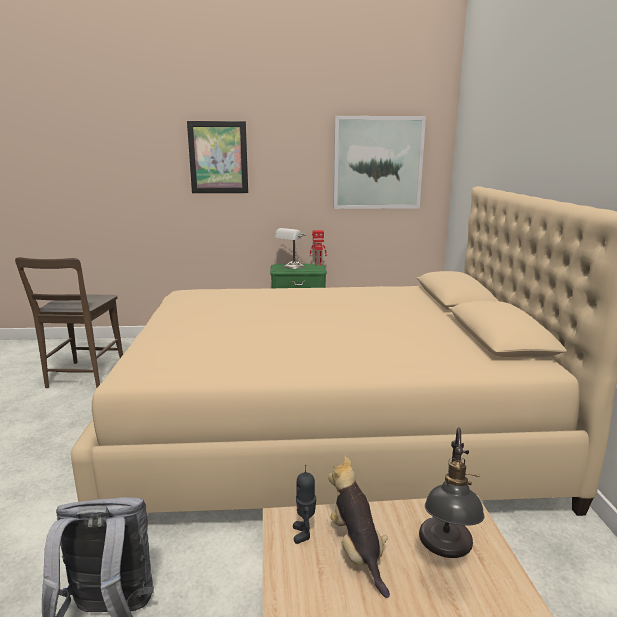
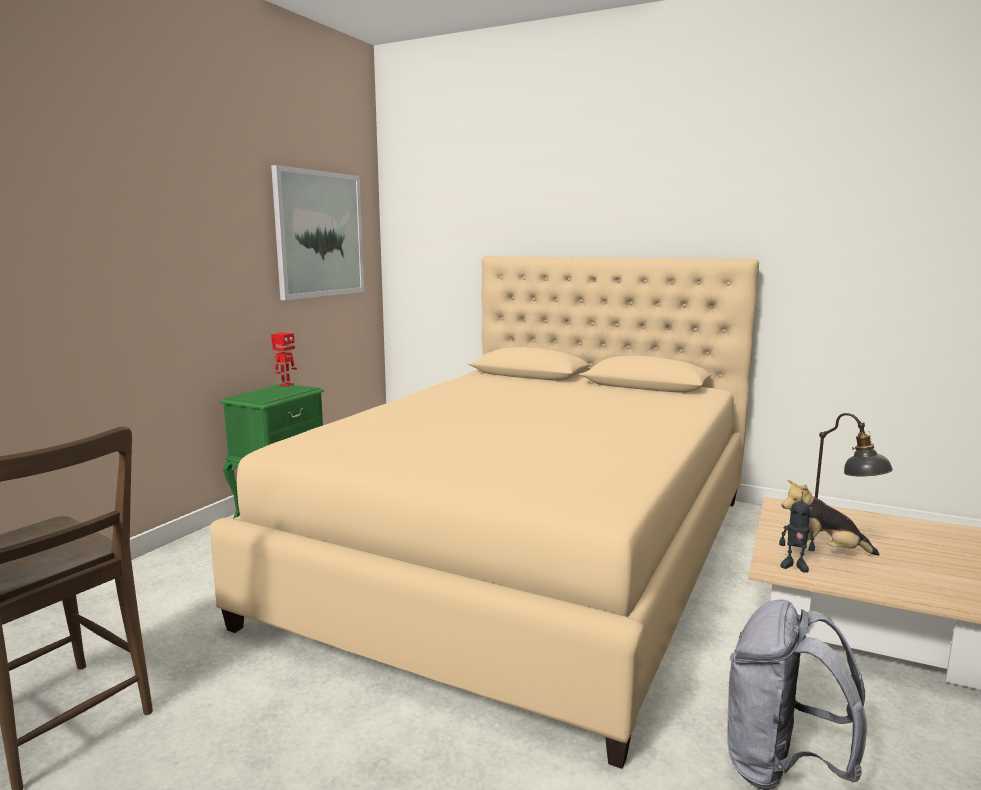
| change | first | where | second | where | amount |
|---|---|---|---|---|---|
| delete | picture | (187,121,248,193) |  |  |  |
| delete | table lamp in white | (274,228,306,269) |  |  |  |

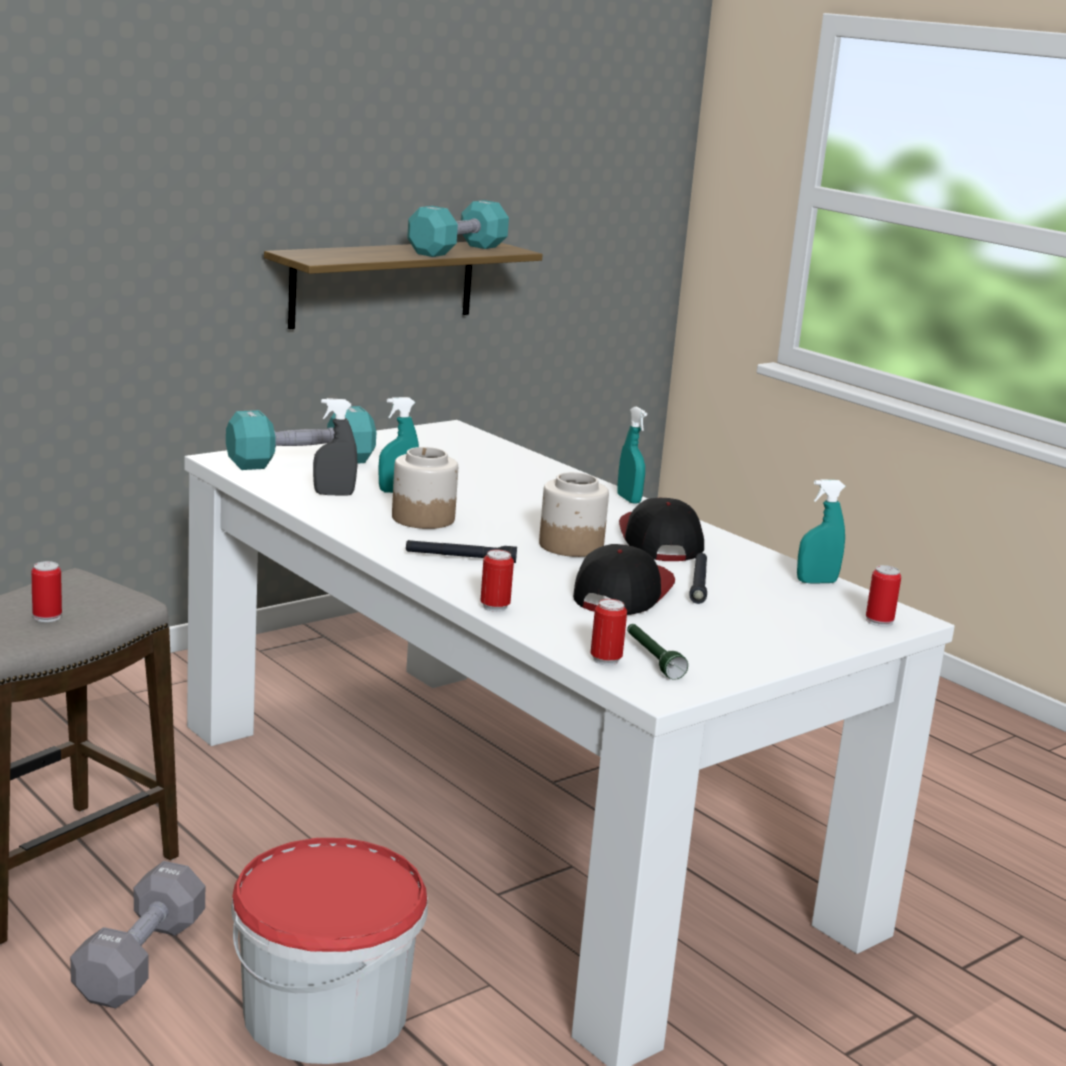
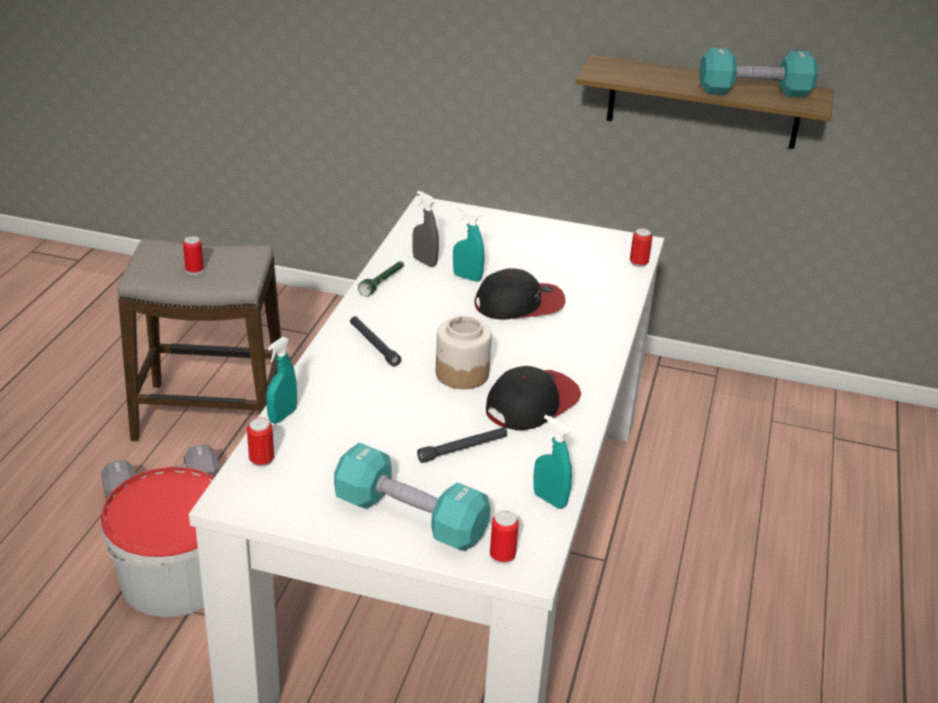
| change | first | where | second | where | amount |
|---|---|---|---|---|---|
| move | spray bottle in turquoise | (617,407,647,504) |  | (266,337,297,423) |  |
| move | dumbbell in turquoise | (226,406,376,470) |  | (334,443,490,551) |  |
| move | flashlight in green | (627,624,688,680) |  | (358,261,404,297) |  |
| move | cap | (573,544,675,615) |  | (475,269,566,320) |  |
| move | can | (480,550,514,612) |  | (630,228,653,267) |  |
| delete | jar | (392,447,458,529) |  |  |  |

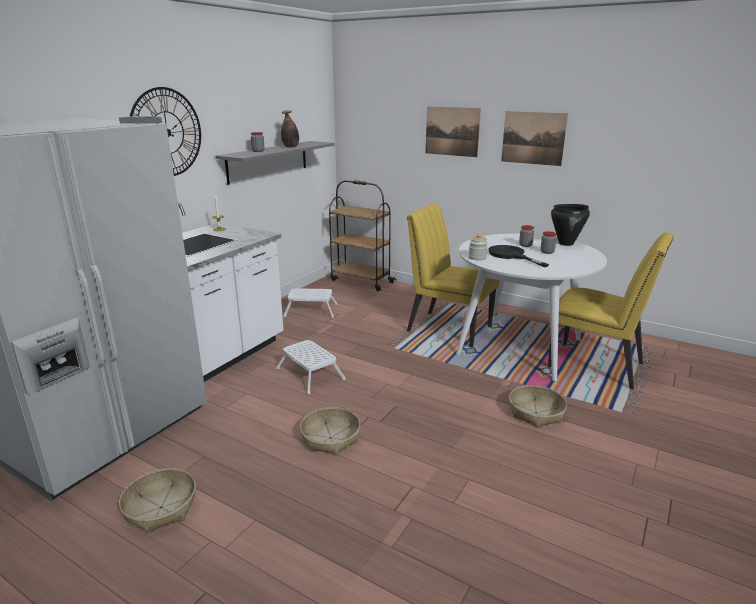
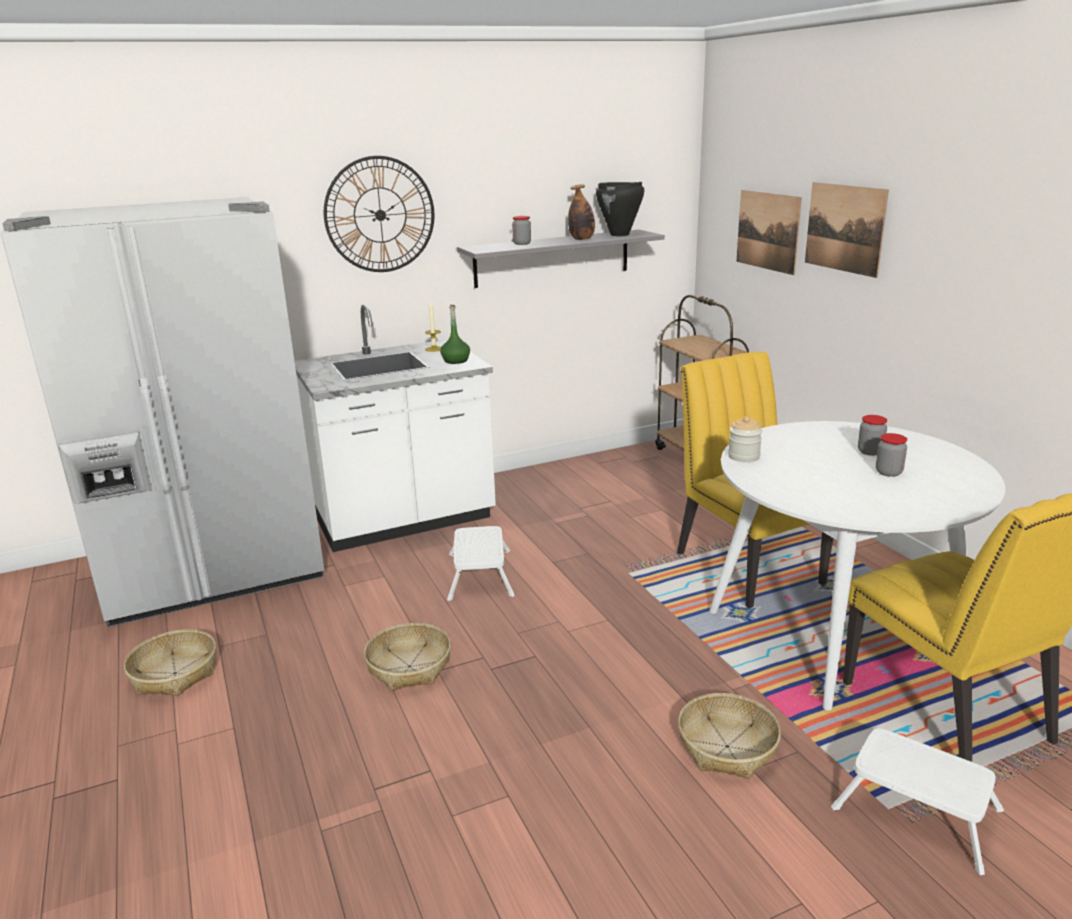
| change | first | where | second | where | amount |
|---|---|---|---|---|---|
| insert |  |  | bottle in green | (440,304,470,364) |  |
| move | cooking pot in black | (551,204,590,246) |  | (596,182,644,236) |  |
| move | picture | (501,111,568,166) |  | (736,190,802,275) |  |
| move | step ladder in white | (283,288,337,318) |  | (831,728,1004,875) |  |
| delete | frying pan in black | (488,245,549,267) |  |  |  |

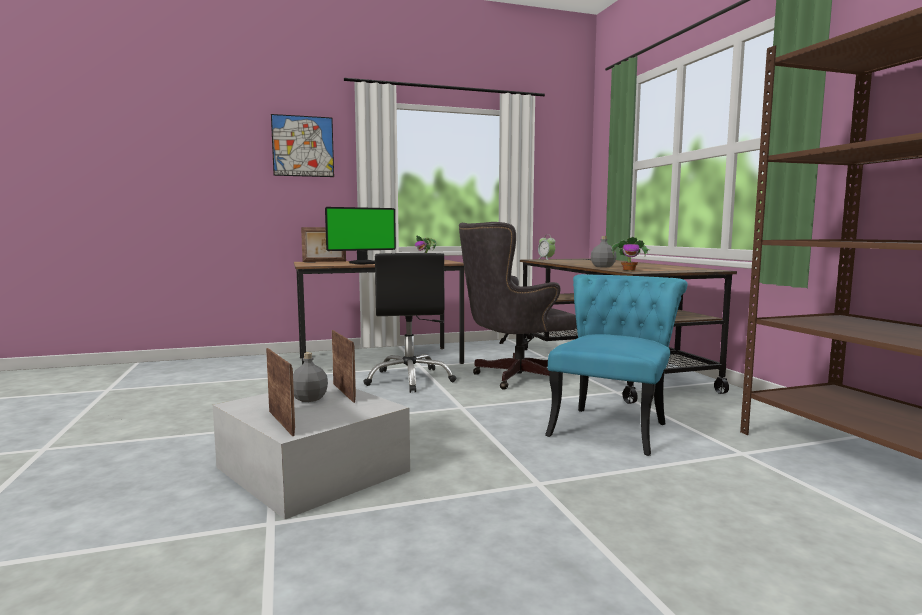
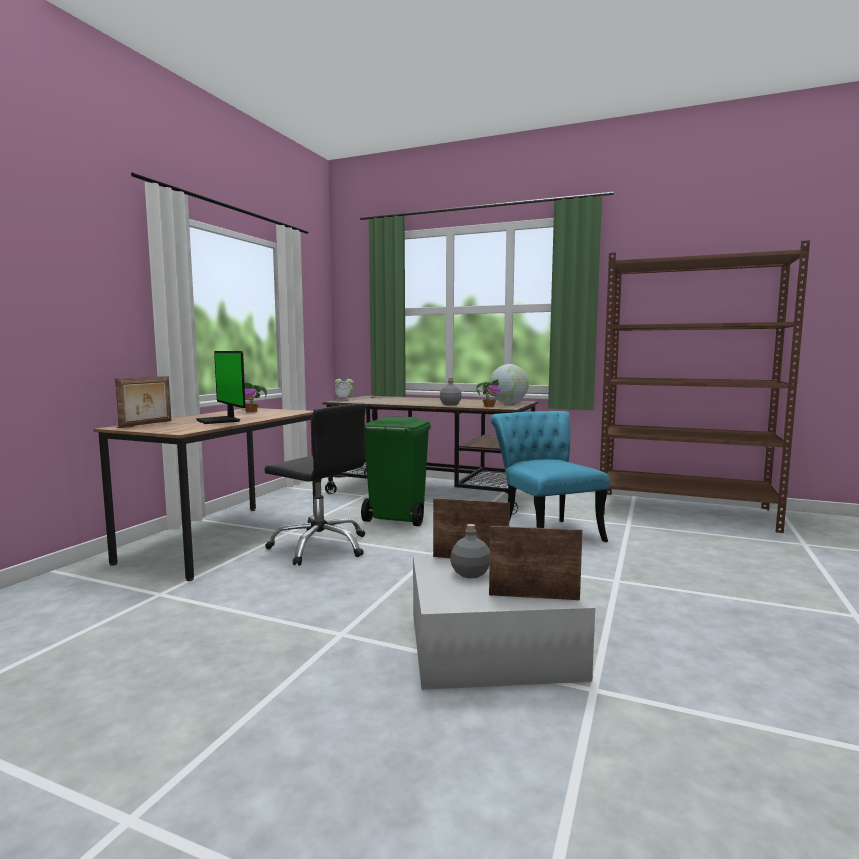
| change | first | where | second | where | amount |
|---|---|---|---|---|---|
| rotate | monitor | (325,207,396,265) |  | (196,351,246,424) | 135 degrees clockwise |
| replace | office chair in grey | (459,222,577,390) | trash can in green | (361,416,431,526) |  |
| insert |  |  | globe | (490,364,529,403) |  |
| delete | picture | (271,114,334,177) |  |  |  |

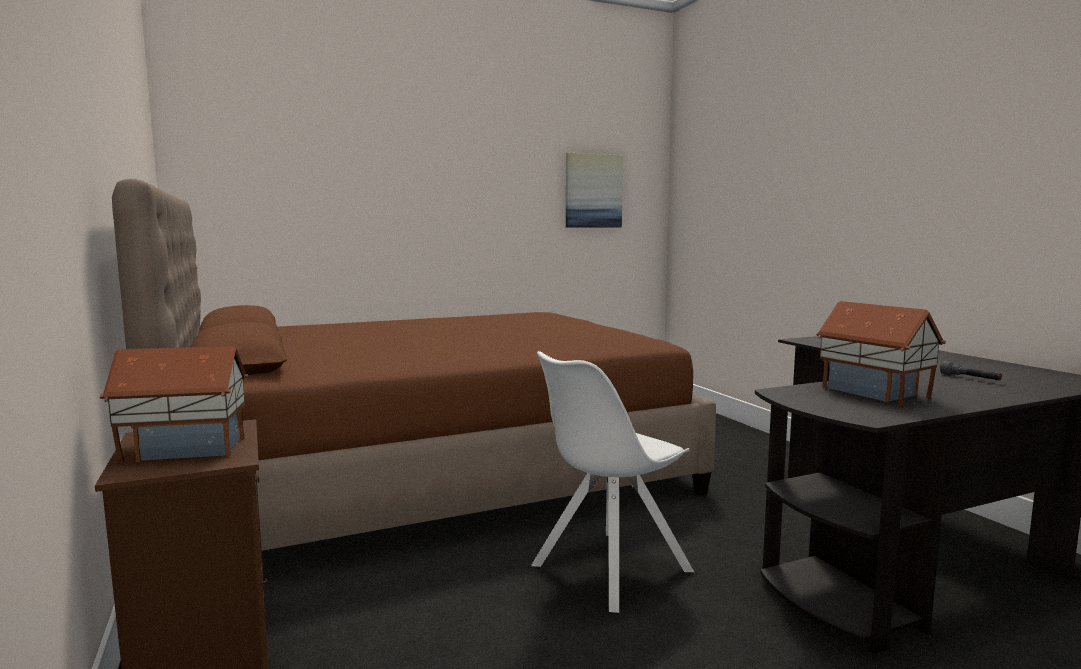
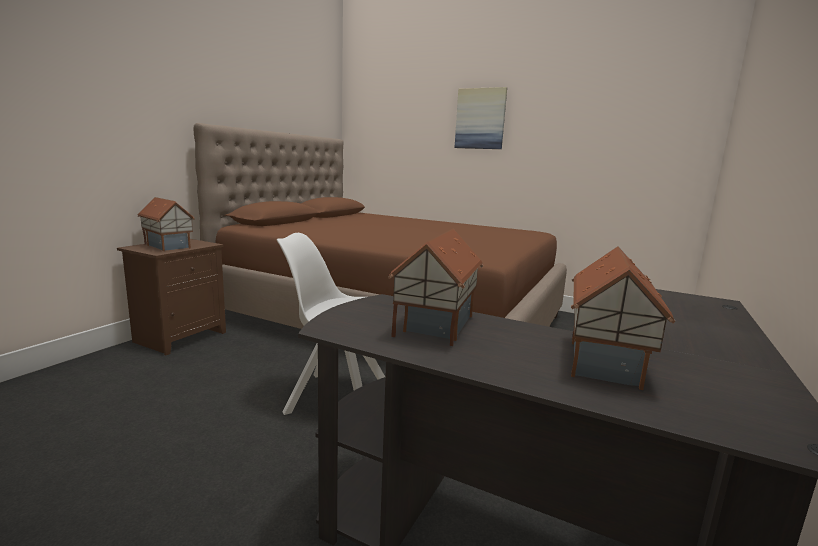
| change | first | where | second | where | amount |
|---|---|---|---|---|---|
| move | picture | (566,153,623,228) |  | (454,87,507,149) |  |
| replace | flashlight in grey | (940,361,1002,380) | toy house | (571,246,675,390) |  |

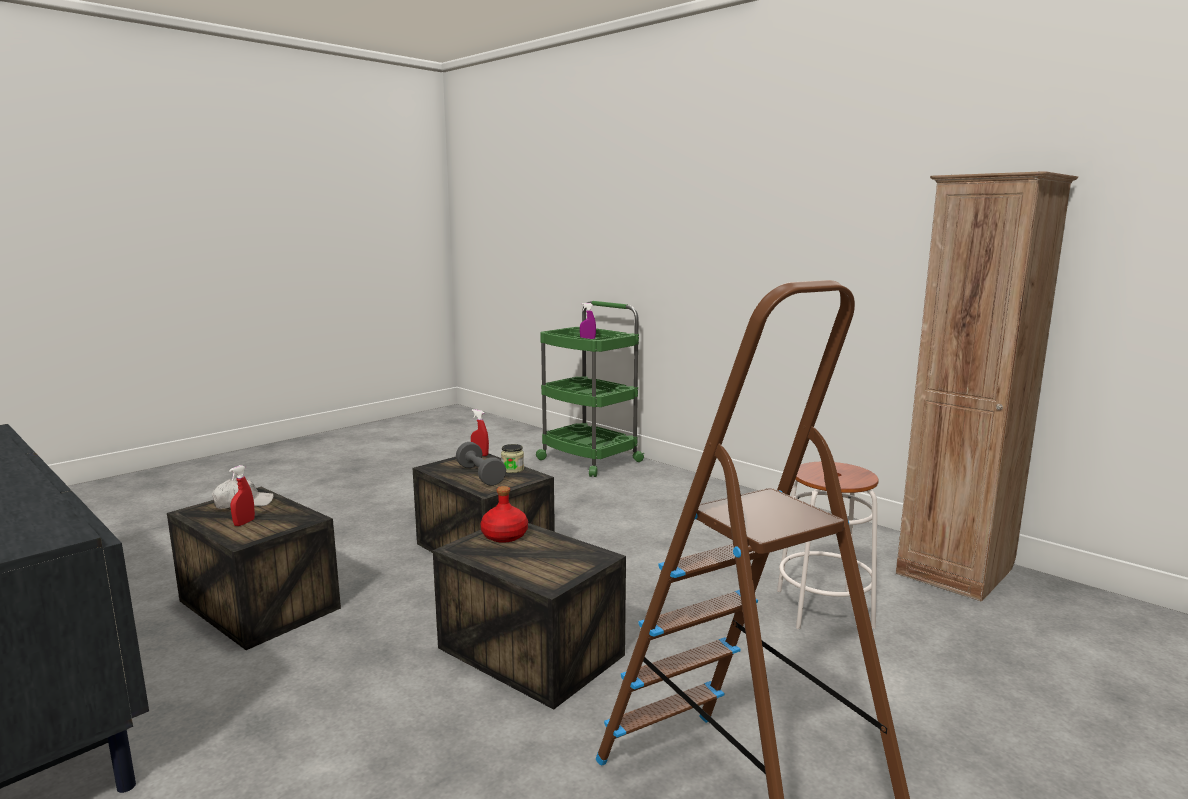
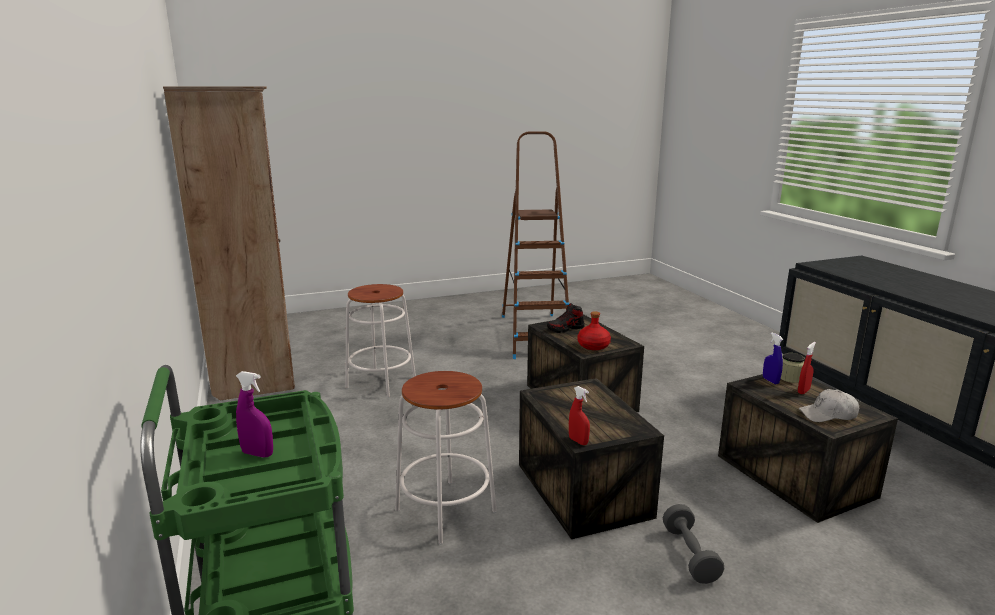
| change | first | where | second | where | amount |
|---|---|---|---|---|---|
| insert |  |  | stool in white | (395,371,497,544) |  |
| insert |  |  | shoe | (547,303,585,333) |  |
| move | dumbbell in grey | (456,442,506,486) |  | (663,504,724,584) |  |
| insert |  |  | spray bottle in blue | (763,332,783,384) |  |
| move | jar | (501,444,524,473) |  | (781,353,805,383) |  |

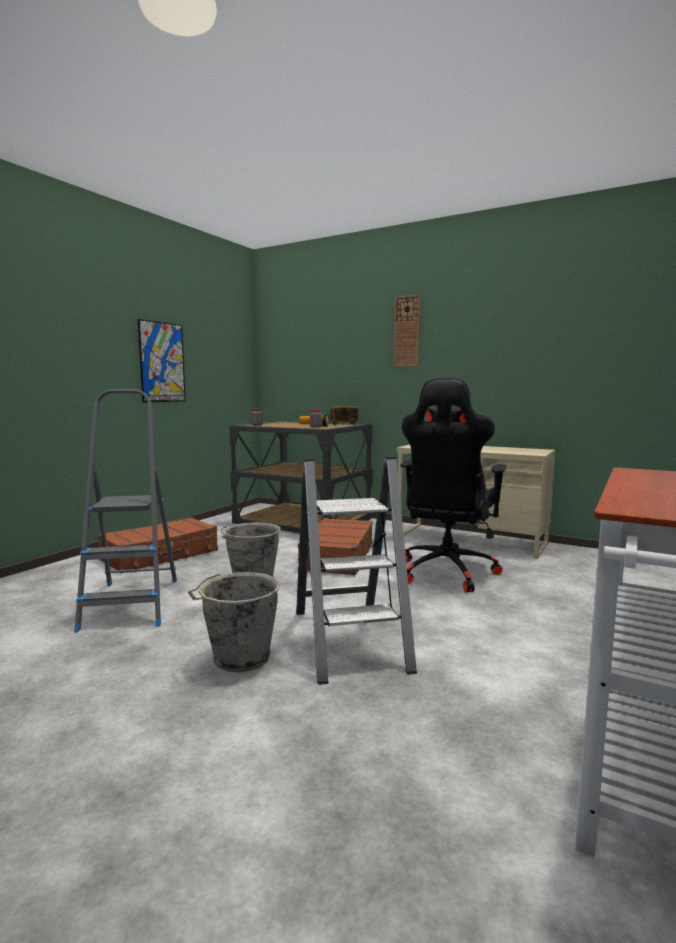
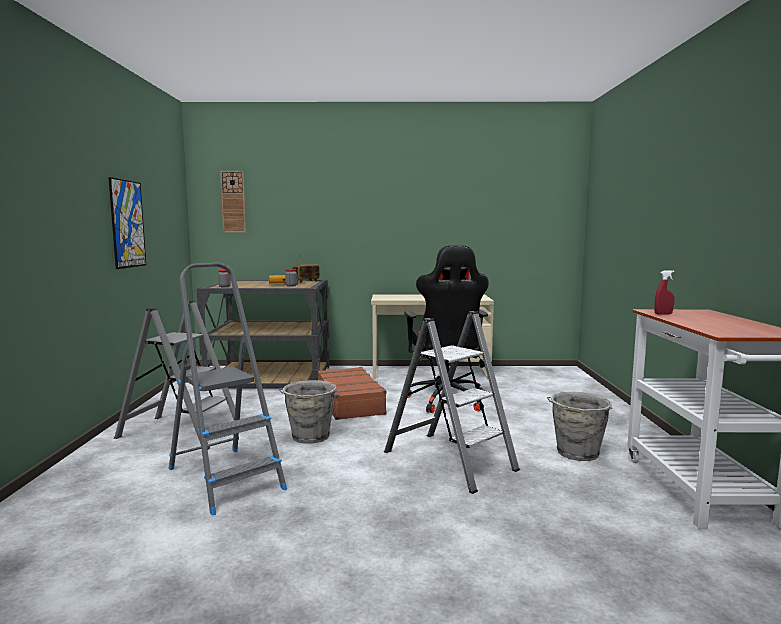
| change | first | where | second | where | amount |
|---|---|---|---|---|---|
| replace | suitcase in brown | (98,517,218,573) | step ladder in grey | (114,300,235,449) |  |
| move | wall clock | (394,295,420,367) |  | (220,171,246,233) |  |
| move | bucket in grey | (188,572,280,672) |  | (547,392,612,461) |  |
| insert |  |  | spray bottle in red | (654,270,674,315) |  |

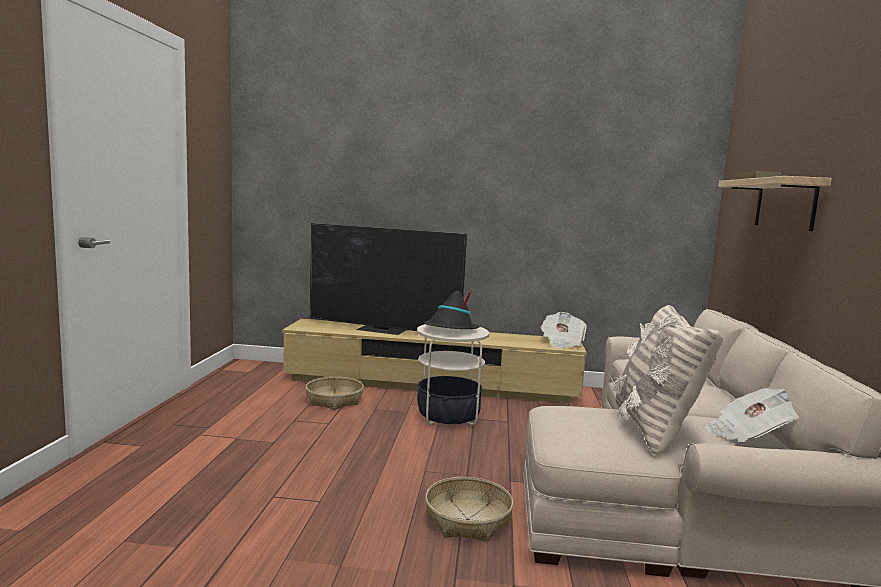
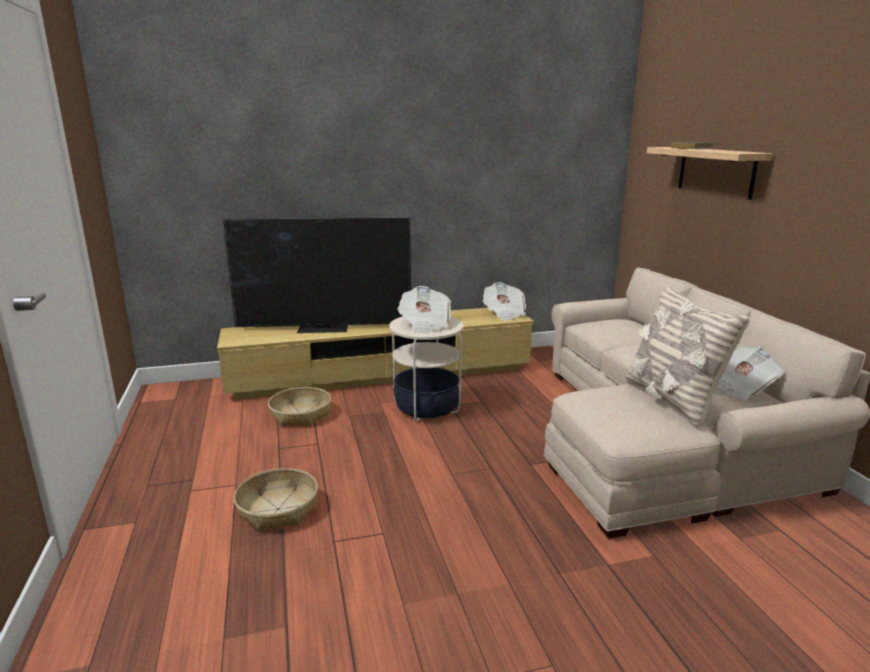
| change | first | where | second | where | amount |
|---|---|---|---|---|---|
| move | basket | (425,477,514,542) |  | (234,468,318,532) |  |
| replace | hat in black | (425,288,480,329) | newspaper | (398,286,451,334) |  |

